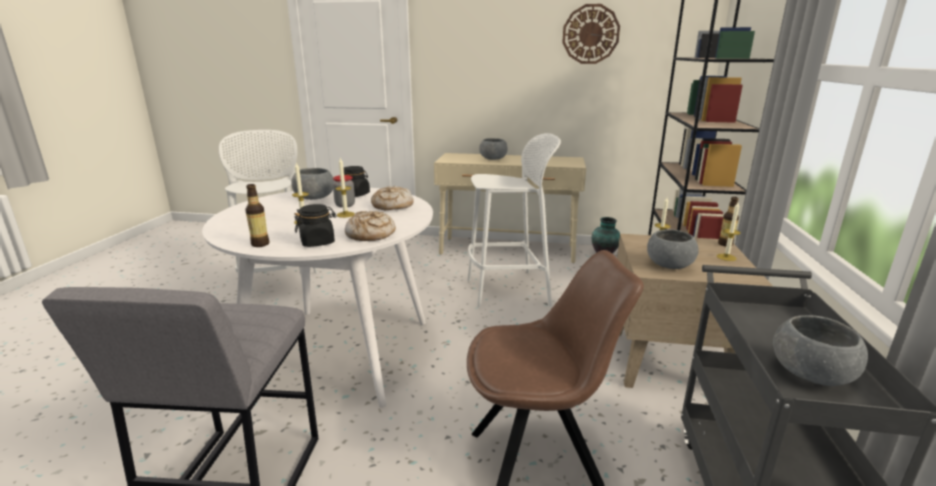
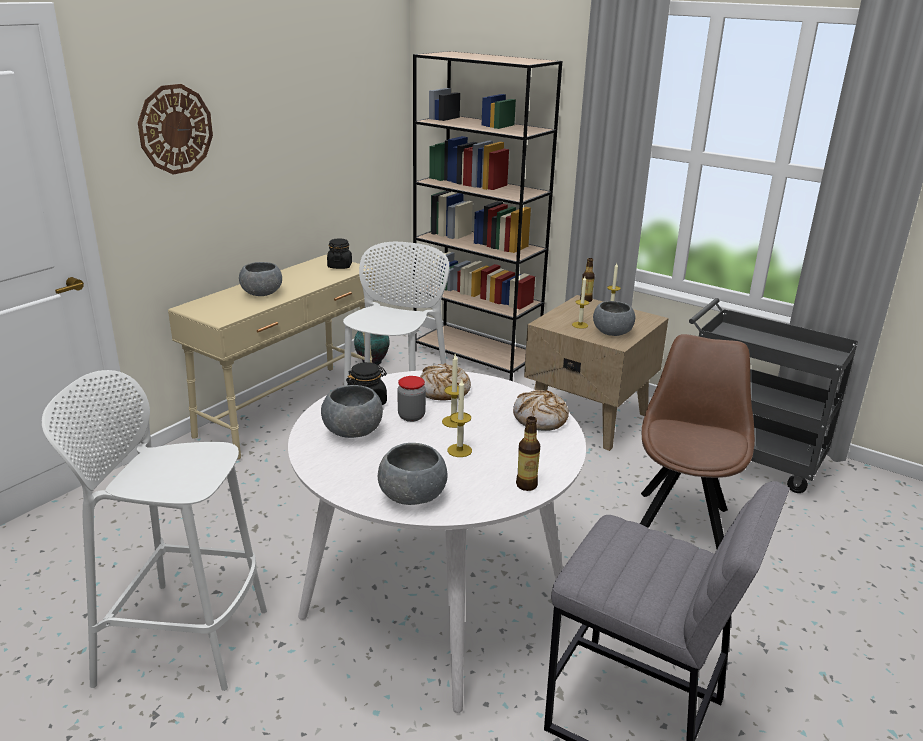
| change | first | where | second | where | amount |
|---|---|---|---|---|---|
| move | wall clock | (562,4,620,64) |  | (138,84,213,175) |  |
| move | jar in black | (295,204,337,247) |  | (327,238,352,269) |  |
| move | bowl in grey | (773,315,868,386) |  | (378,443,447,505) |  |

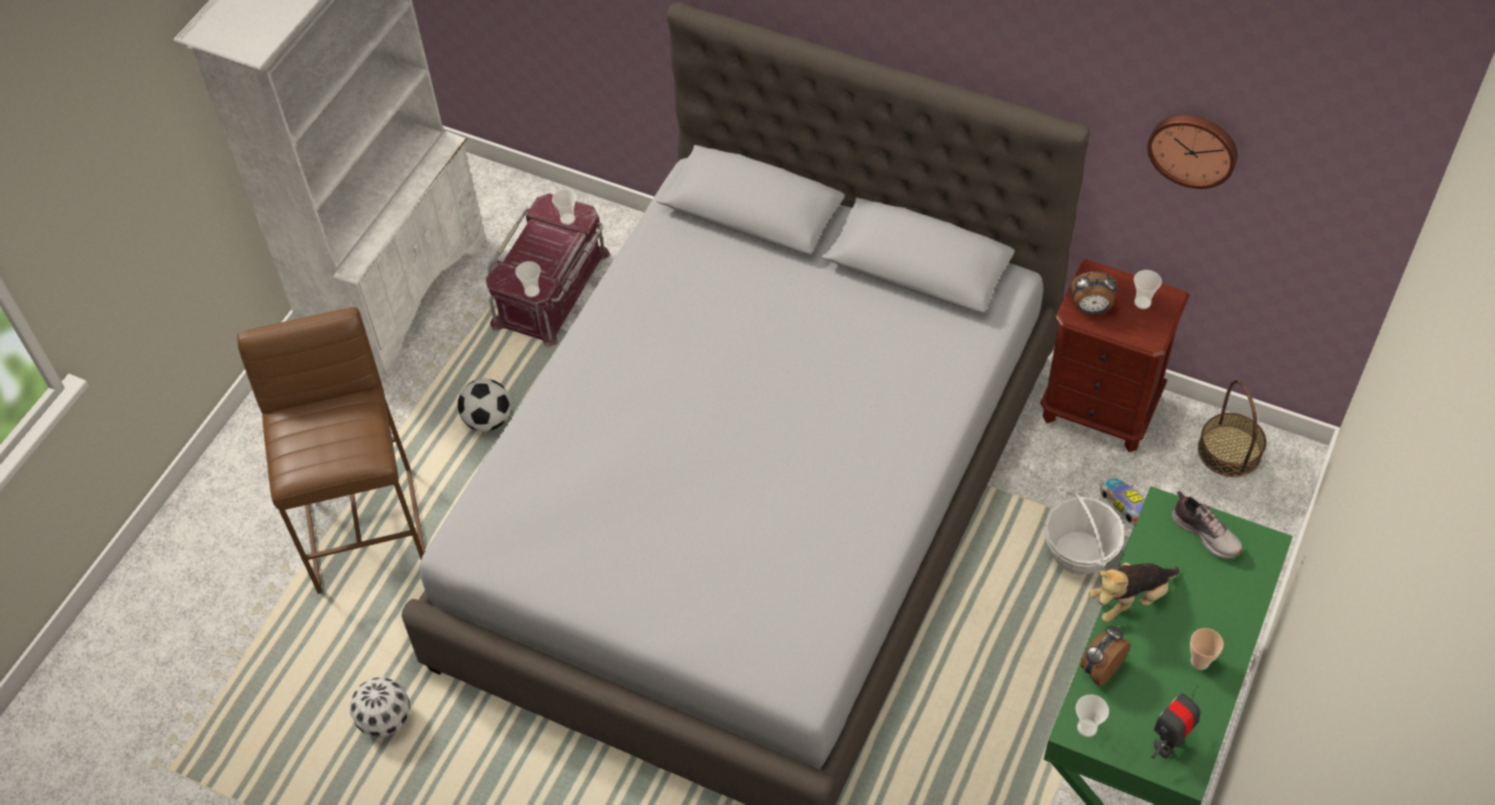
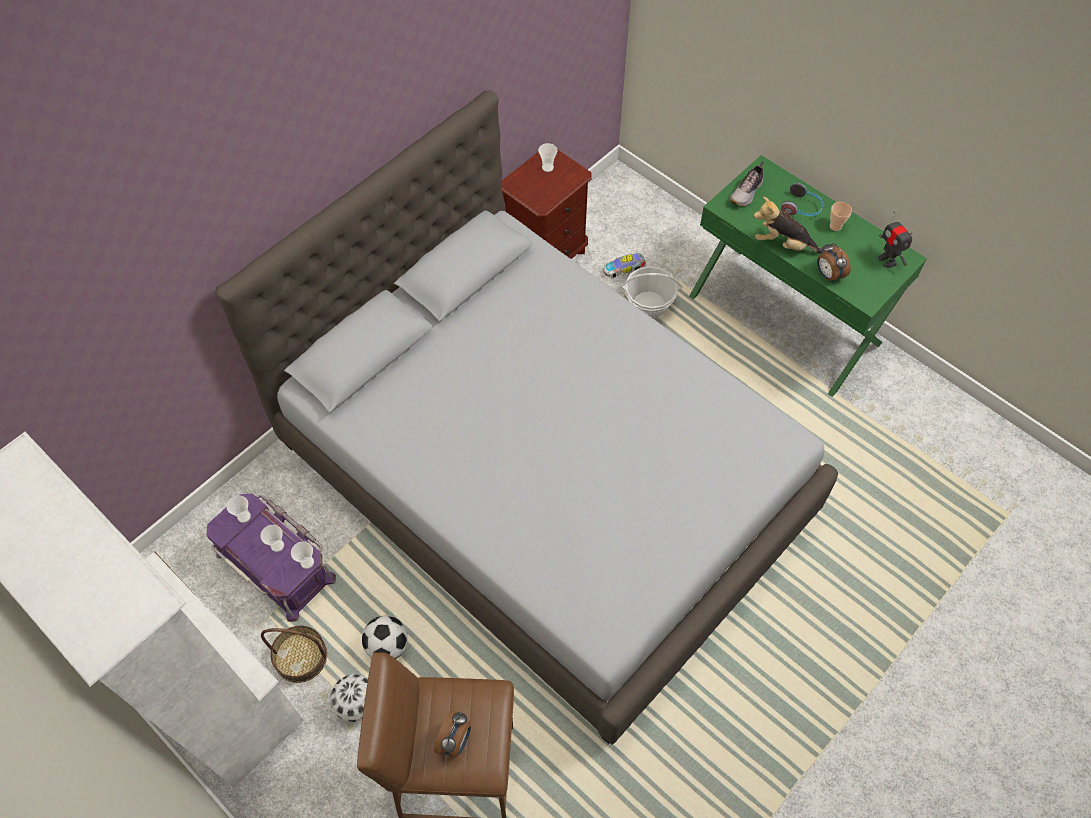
| change | first | where | second | where | amount |
|---|---|---|---|---|---|
| recolor | storage box in red | (486,193,610,347) | storage box in purple | (206,494,336,622) |  |
| move | cup | (1075,694,1109,737) |  | (260,525,284,552) |  |
| move | basket | (1198,380,1266,477) |  | (261,626,327,683) |  |
| move | football | (350,677,410,737) |  | (330,674,368,722) |  |
| move | alarm clock | (1071,272,1117,314) |  | (434,710,471,757) |  |
| rotate | shoe | (1172,490,1243,559) |  | (729,161,764,206) | 150 degrees clockwise |
| rotate | plush toy | (1089,563,1179,623) |  | (753,197,824,253) | 120 degrees clockwise |
| insert |  |  | headphones | (781,183,823,216) |  |
| delete | wall clock | (1147,115,1238,189) |  |  |  |

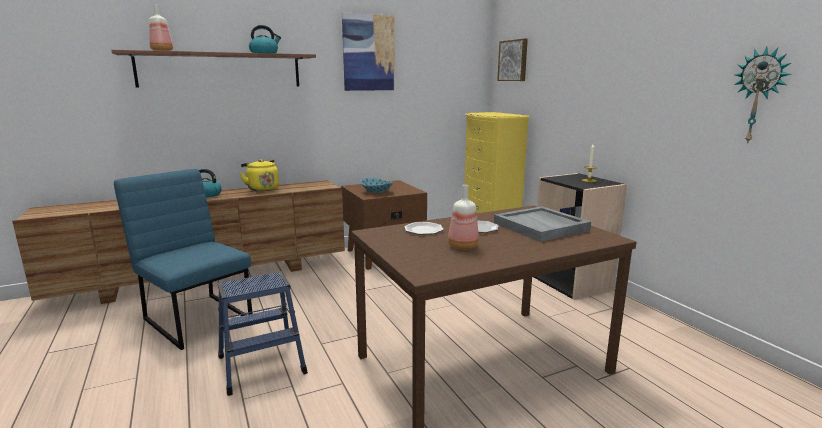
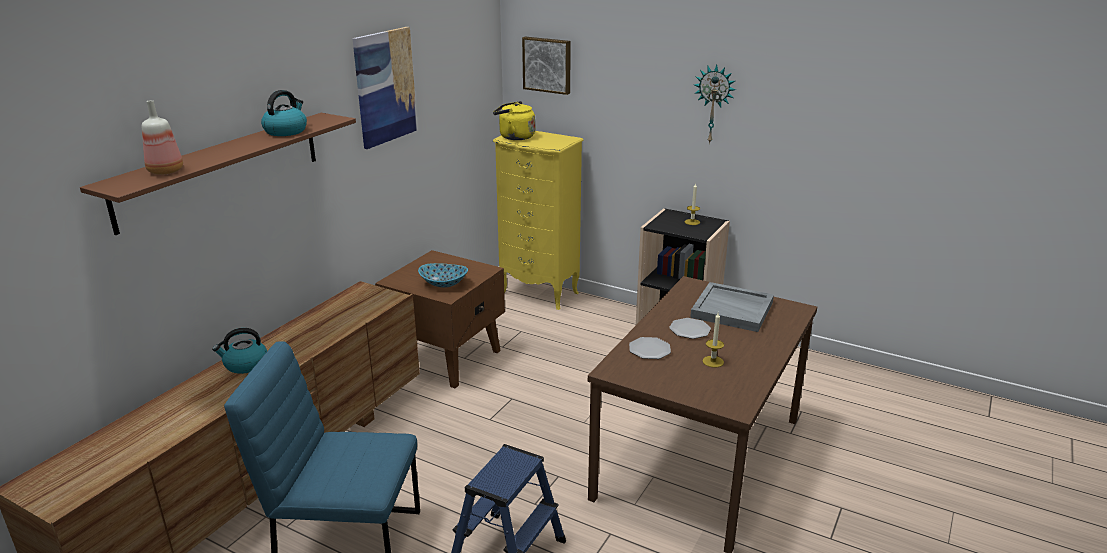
| change | first | where | second | where | amount |
|---|---|---|---|---|---|
| move | kettle in yellow | (240,159,279,191) |  | (493,101,535,140) |  |
| move | wall clock | (734,47,791,144) |  | (694,65,736,144) |  |
| replace | bottle | (448,185,479,250) | candle | (702,313,724,368) |  |

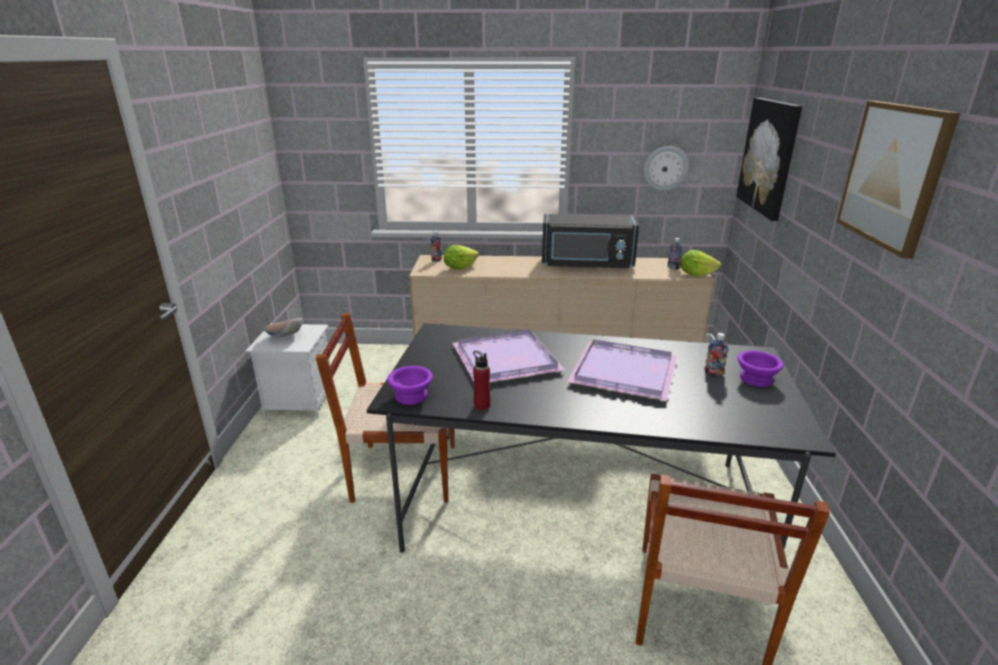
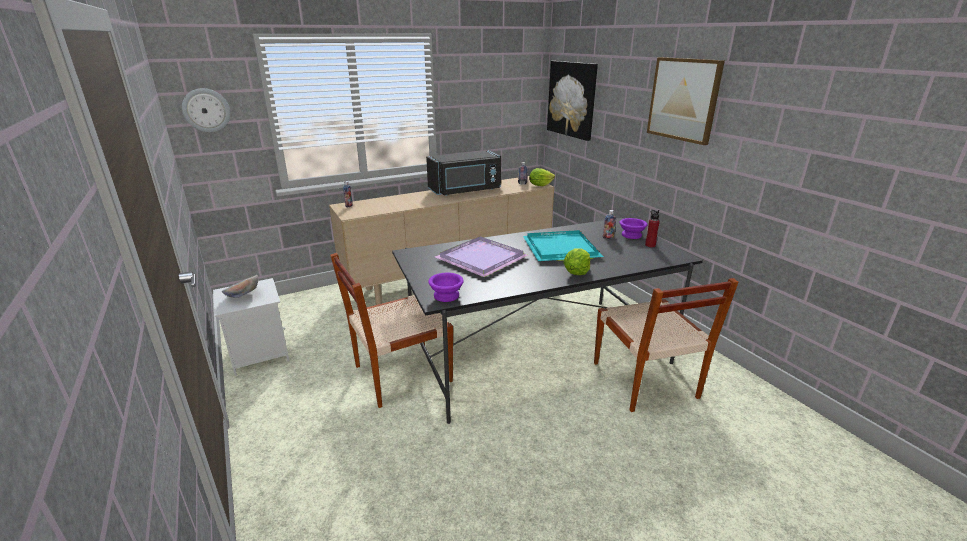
| change | first | where | second | where | amount |
|---|---|---|---|---|---|
| move | wall clock | (644,146,689,191) |  | (182,88,231,132) |  |
| recolor | tray in purple | (567,339,677,401) | tray in turquoise | (523,230,603,261) |  |
| move | lettuce | (444,245,479,269) |  | (563,248,590,275) |  |
| move | bottle in red | (473,351,490,410) |  | (645,210,660,247) |  |

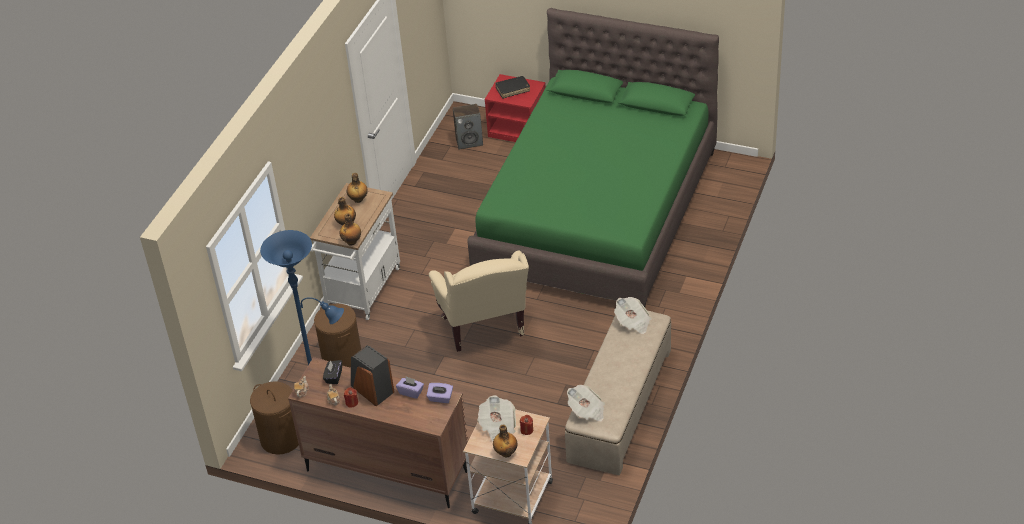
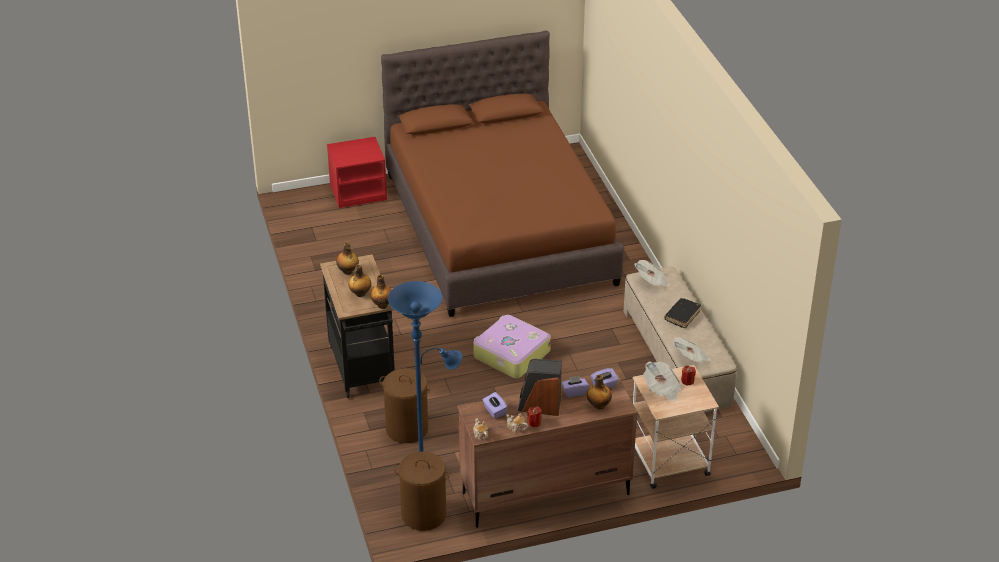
| change | first | where | second | where | amount |
|---|---|---|---|---|---|
| recolor | cart in white | (310,183,400,320) | cart in black | (320,254,395,398) |  |
| recolor | bed in green | (467,8,719,307) | bed in brown | (381,31,624,317) |  |
| replace | armchair in beige | (429,251,529,352) | suitcase | (473,315,551,378) |  |
| recolor | tissue box in black | (323,360,342,384) | tissue box in purple | (483,392,507,419) |  |
| move | bottle | (493,425,518,458) |  | (587,375,612,409) |  |
| move | book in black | (495,76,530,99) |  | (665,298,701,328) |  |
| delete | speaker | (453,104,483,149) |  |  |  |

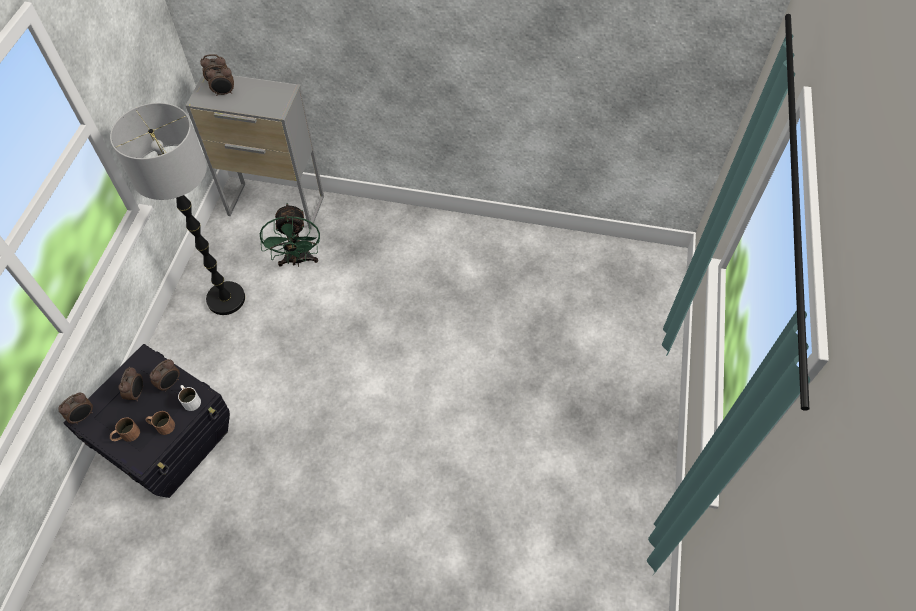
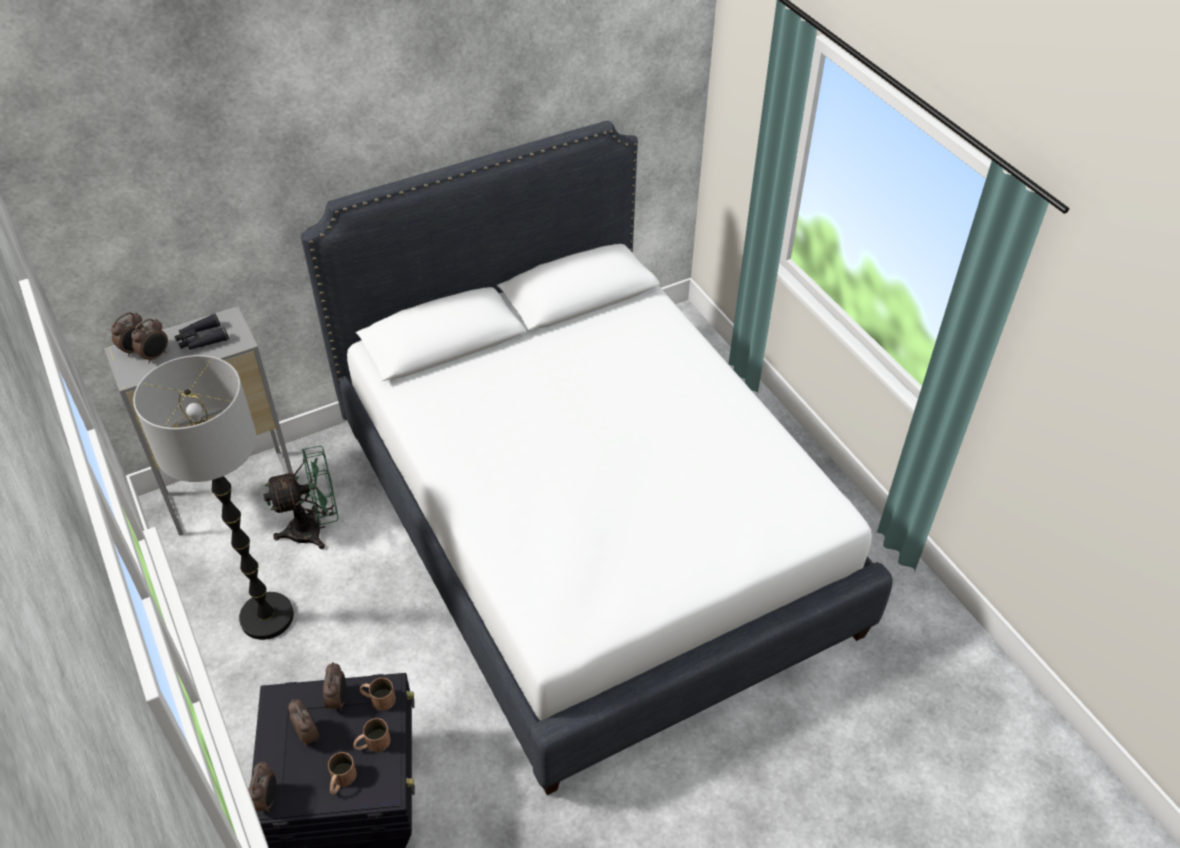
| change | first | where | second | where | amount |
|---|---|---|---|---|---|
| insert |  |  | binoculars in black | (175,313,229,350) |  |
| rotate | fan in green | (260,203,320,267) |  | (263,446,338,549) | 60 degrees counterclockwise |
| insert |  |  | bed in white | (301,121,893,795) |  |
| recolor | mug in white | (178,385,201,411) | mug in brown | (360,678,396,711) |  |

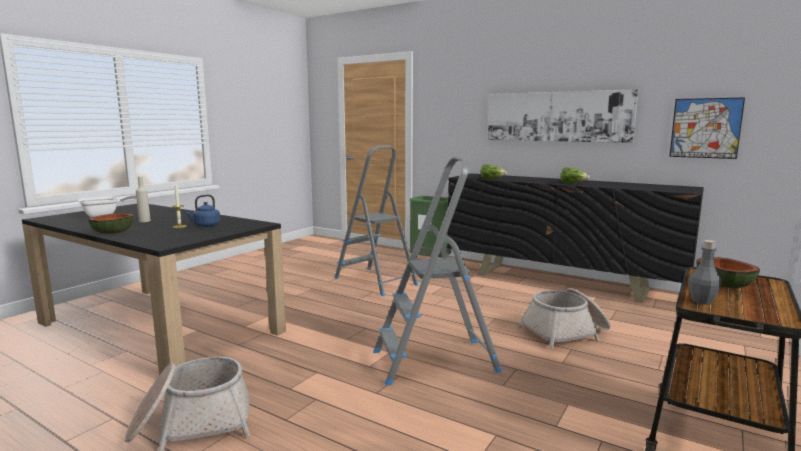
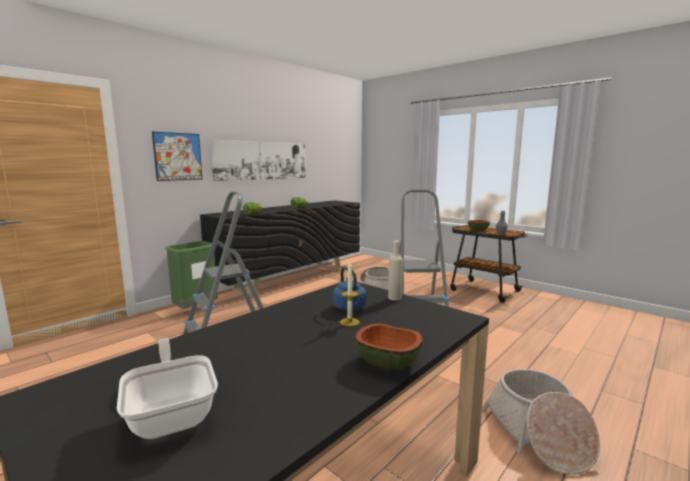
| change | first | where | second | where | amount |
|---|---|---|---|---|---|
| move | picture | (669,98,745,159) |  | (152,132,202,181) |  |
| move | bottle in beige | (136,176,151,222) |  | (388,241,403,301) |  |

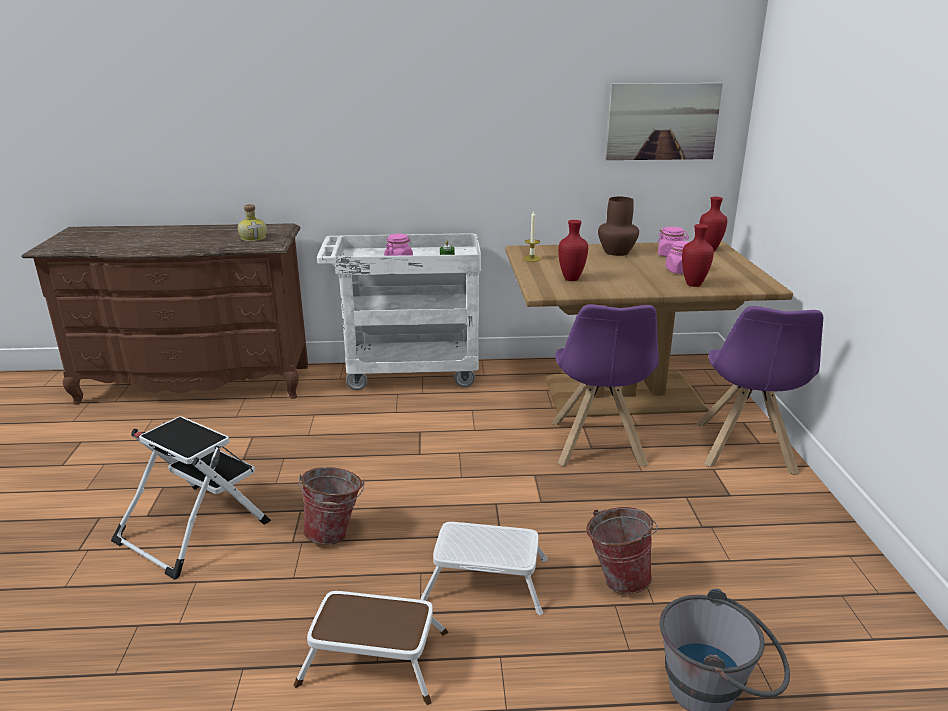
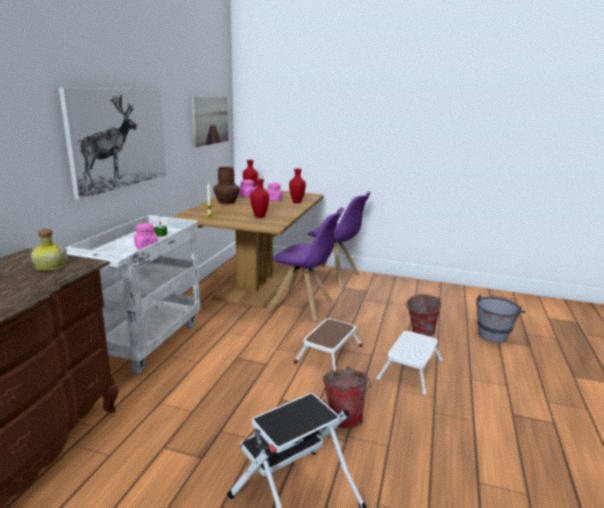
| change | first | where | second | where | amount |
|---|---|---|---|---|---|
| insert |  |  | picture | (59,87,166,200) |  |
| move | step ladder in brown | (294,591,449,705) |  | (293,318,363,371) |  |

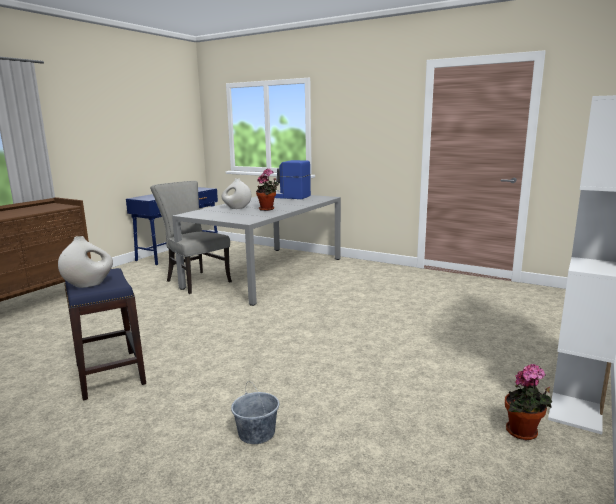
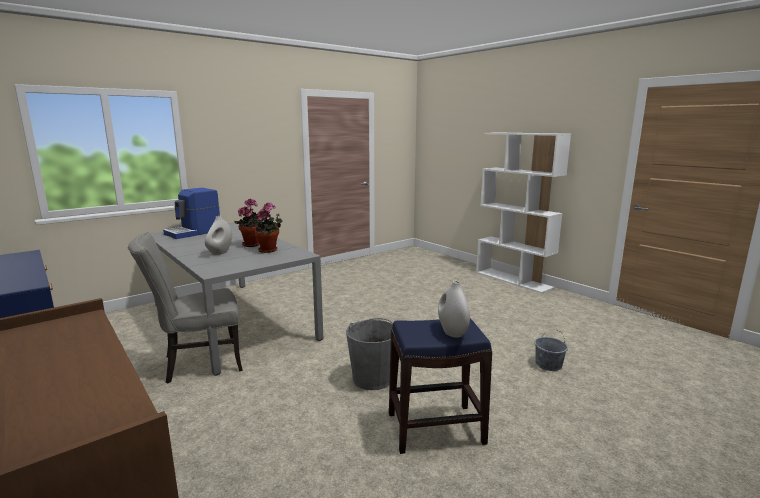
| change | first | where | second | where | amount |
|---|---|---|---|---|---|
| move | potted plant | (505,364,552,441) |  | (255,203,283,253) |  |
| insert |  |  | bucket in grey | (346,318,393,390) |  |

